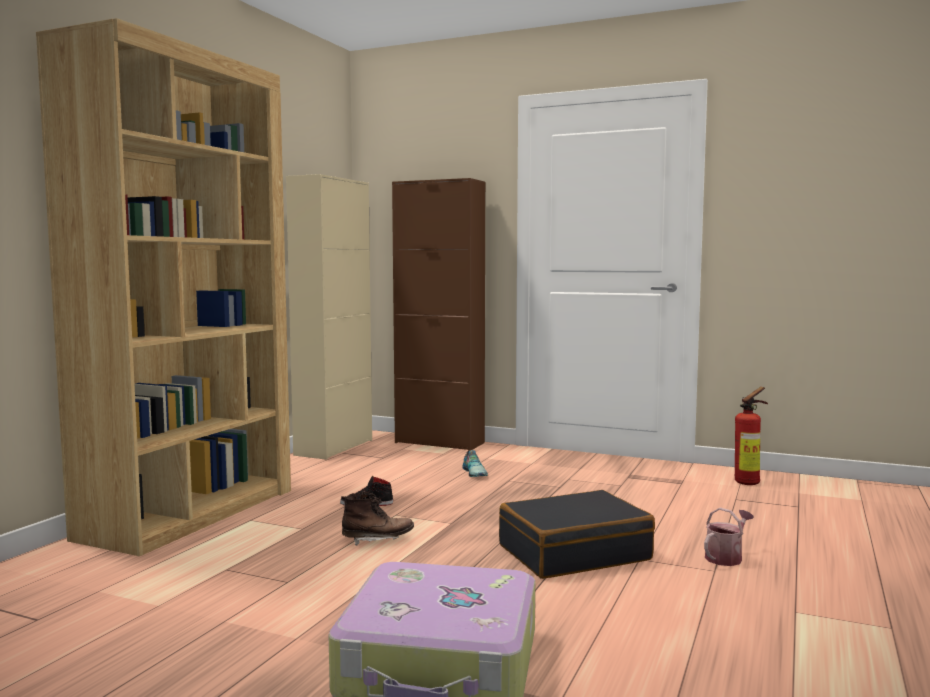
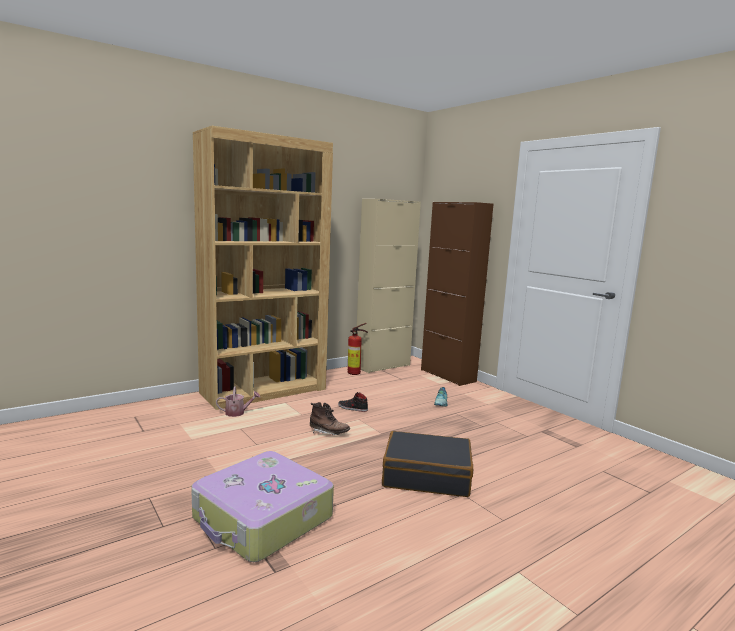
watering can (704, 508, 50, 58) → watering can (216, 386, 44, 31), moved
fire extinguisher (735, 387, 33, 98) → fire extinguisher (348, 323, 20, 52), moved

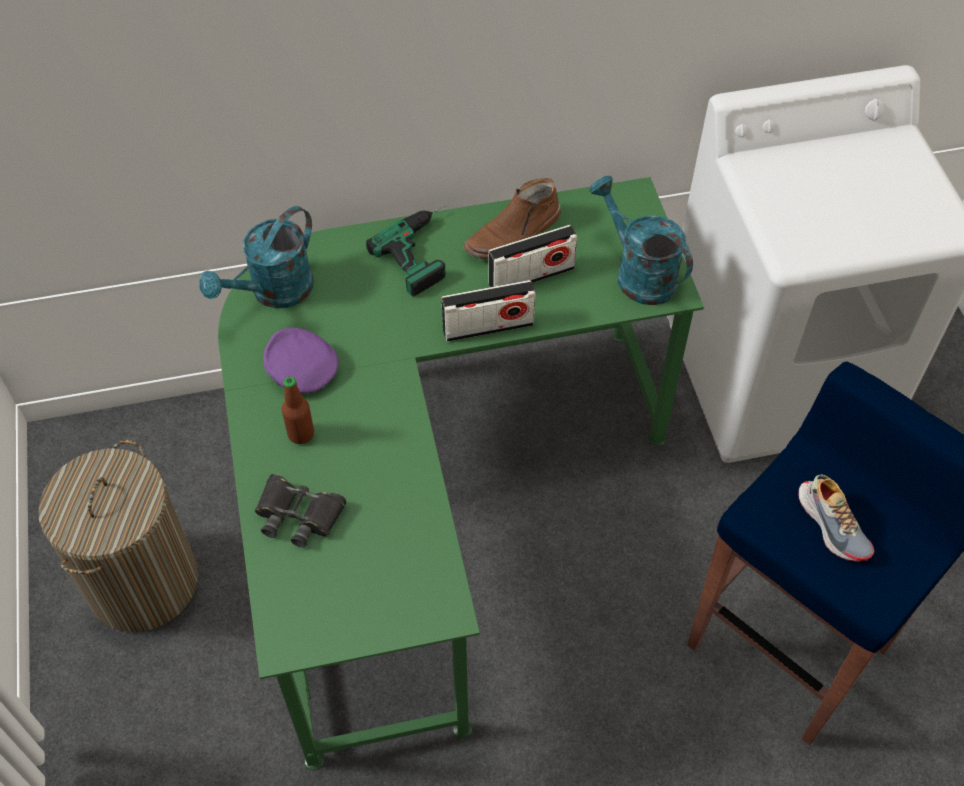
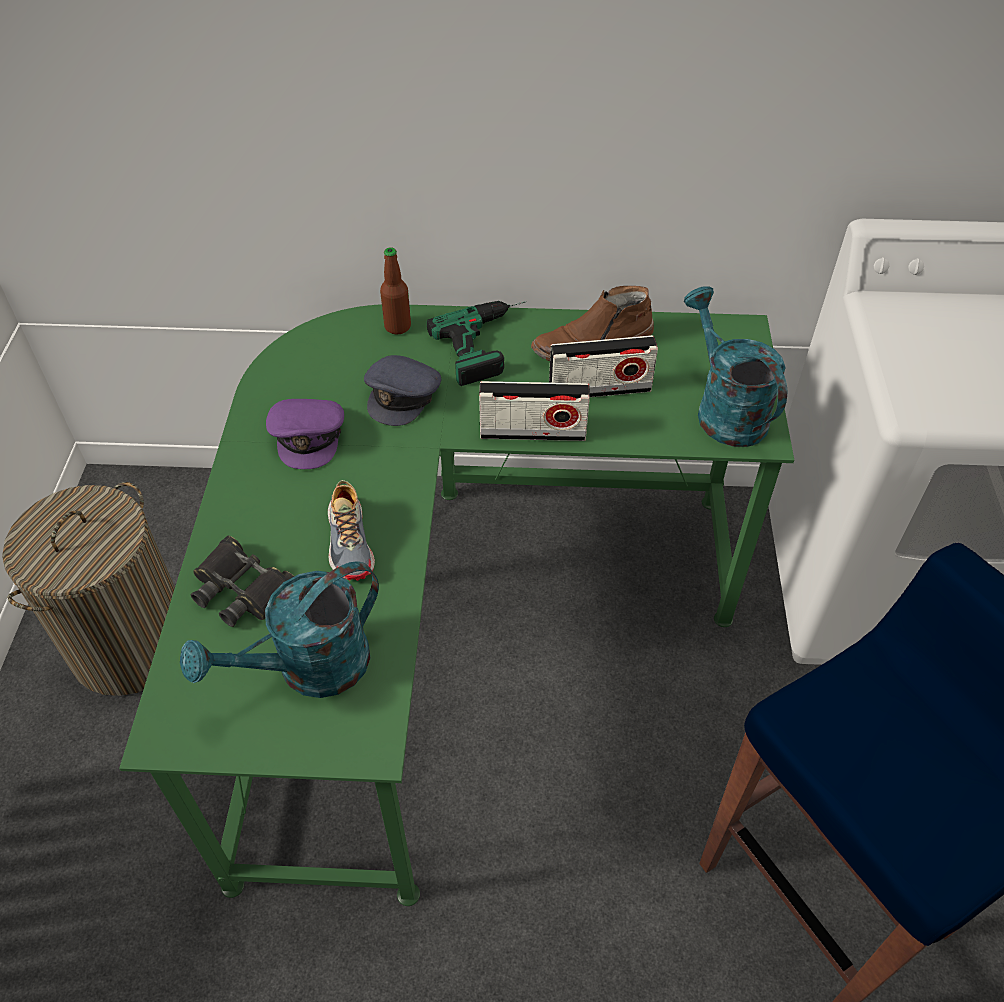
watering can/turquoise (199, 206, 115, 102) → watering can/turquoise (180, 562, 199, 136), moved
cap/purple (263, 328, 75, 65) → cap/purple (266, 399, 78, 70), 150 degrees counterclockwise
shoe (798, 475, 77, 87) → shoe (328, 480, 47, 101), moved
- → cap/grey (364, 355, 78, 71)
bottle (282, 377, 32, 67) → bottle (380, 247, 31, 88), moved

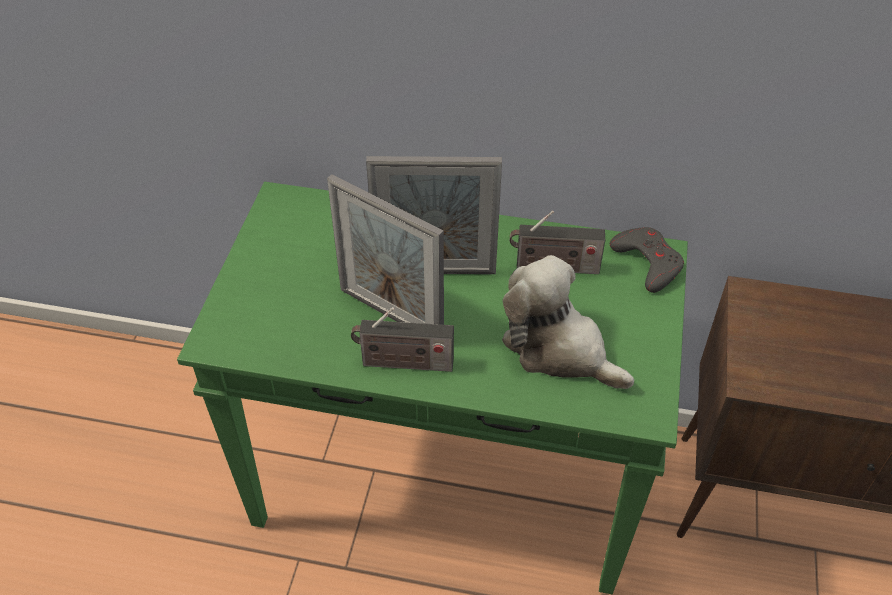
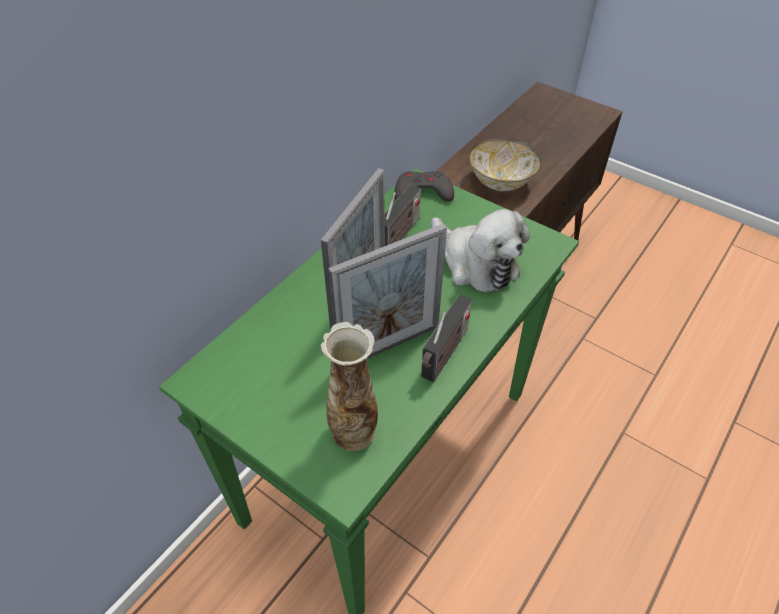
- → vase (320, 322, 58, 129)
plush toy (502, 255, 132, 134) → plush toy (431, 209, 99, 83), 105 degrees counterclockwise
- → bowl (470, 139, 71, 52)

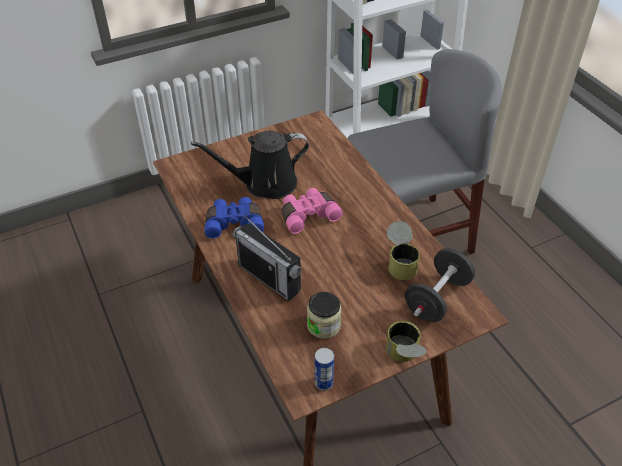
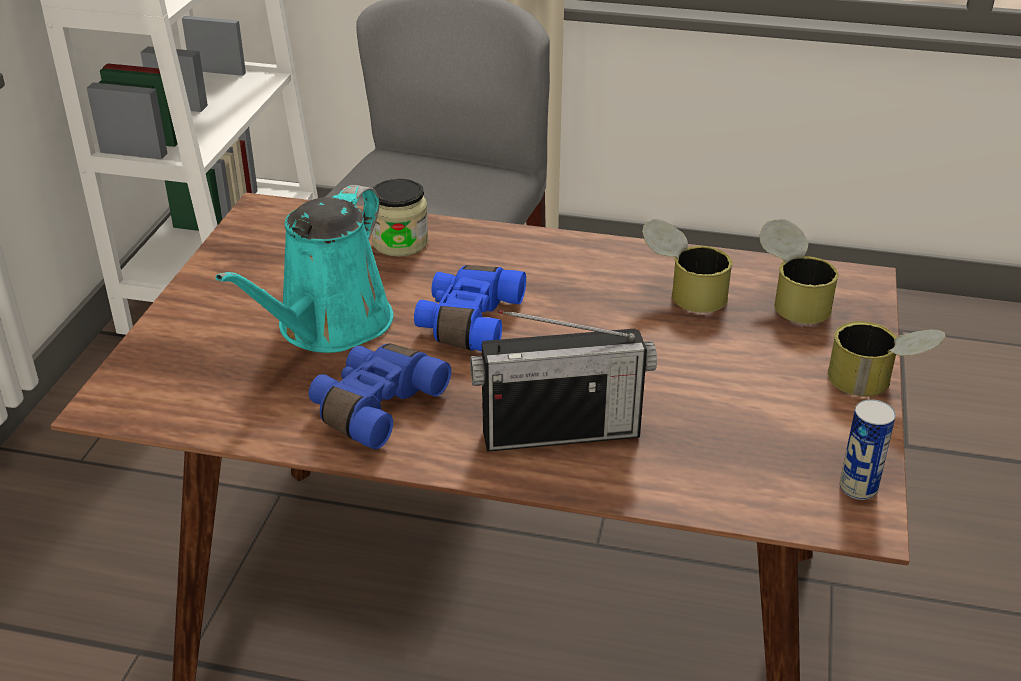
watering can/black (191, 131, 118, 68) → watering can/turquoise (215, 185, 178, 168)
jar (307, 292, 35, 47) → jar (372, 179, 57, 78), moved
binoculars/pink (281, 188, 62, 46) → binoculars/blue (414, 265, 112, 87)
dumbbell/black (405, 248, 70, 74) → can (760, 219, 79, 105)

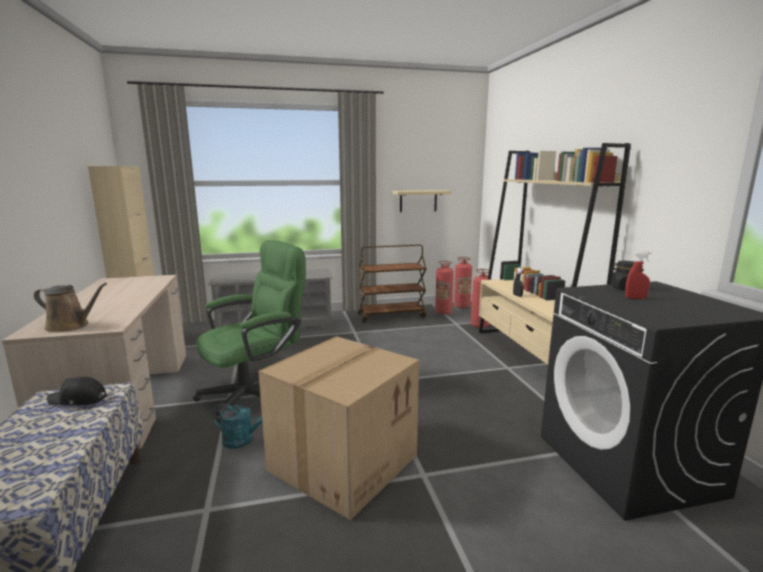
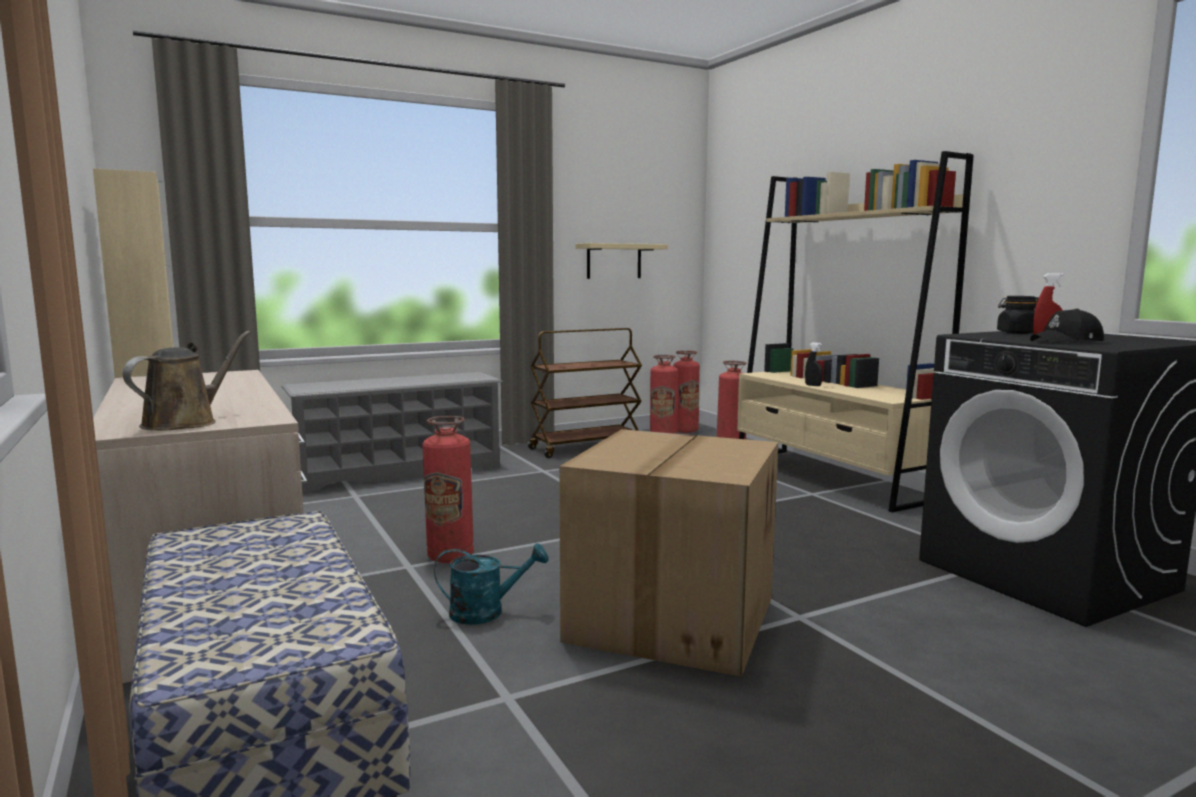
watering can/brown (34, 283, 73, 50) → watering can/brown (123, 331, 128, 99), 60 degrees counterclockwise
office chair/green (193, 240, 113, 183) → fire extinguisher (422, 416, 52, 147)
cap/black (47, 377, 60, 29) → cap/black (1030, 309, 74, 35), moved

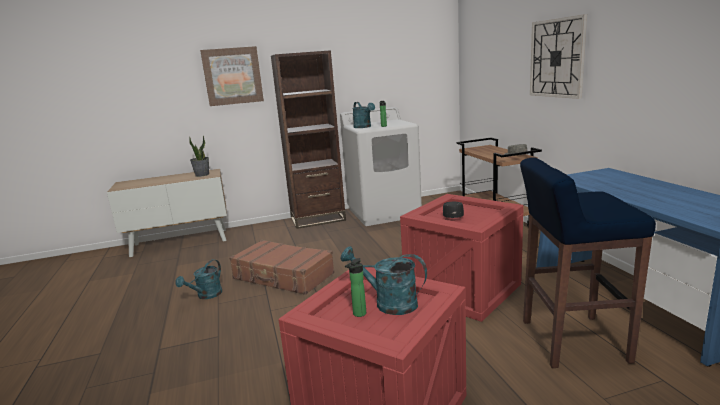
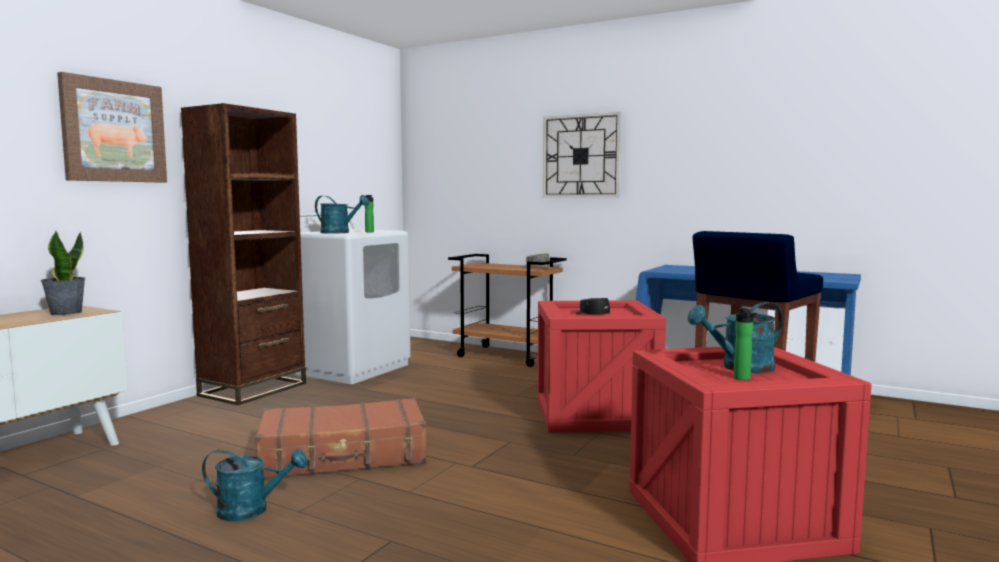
watering can/turquoise (176, 259, 46, 40) → watering can/turquoise (202, 449, 106, 72), 75 degrees counterclockwise

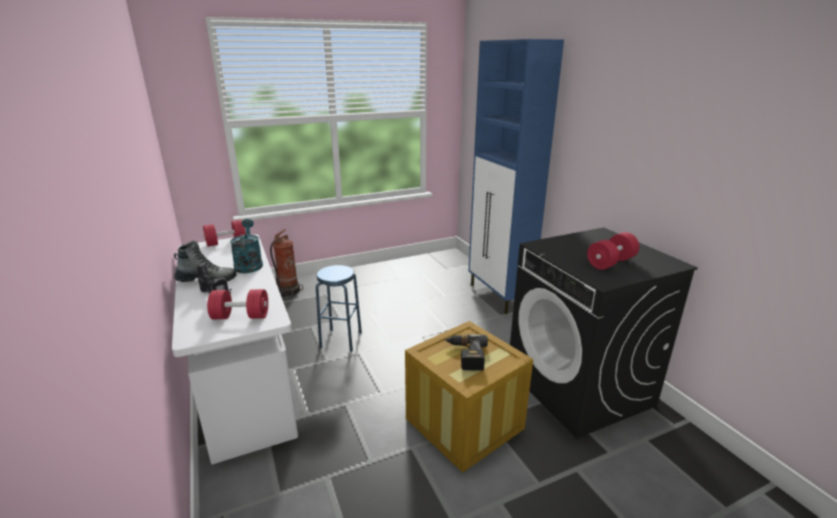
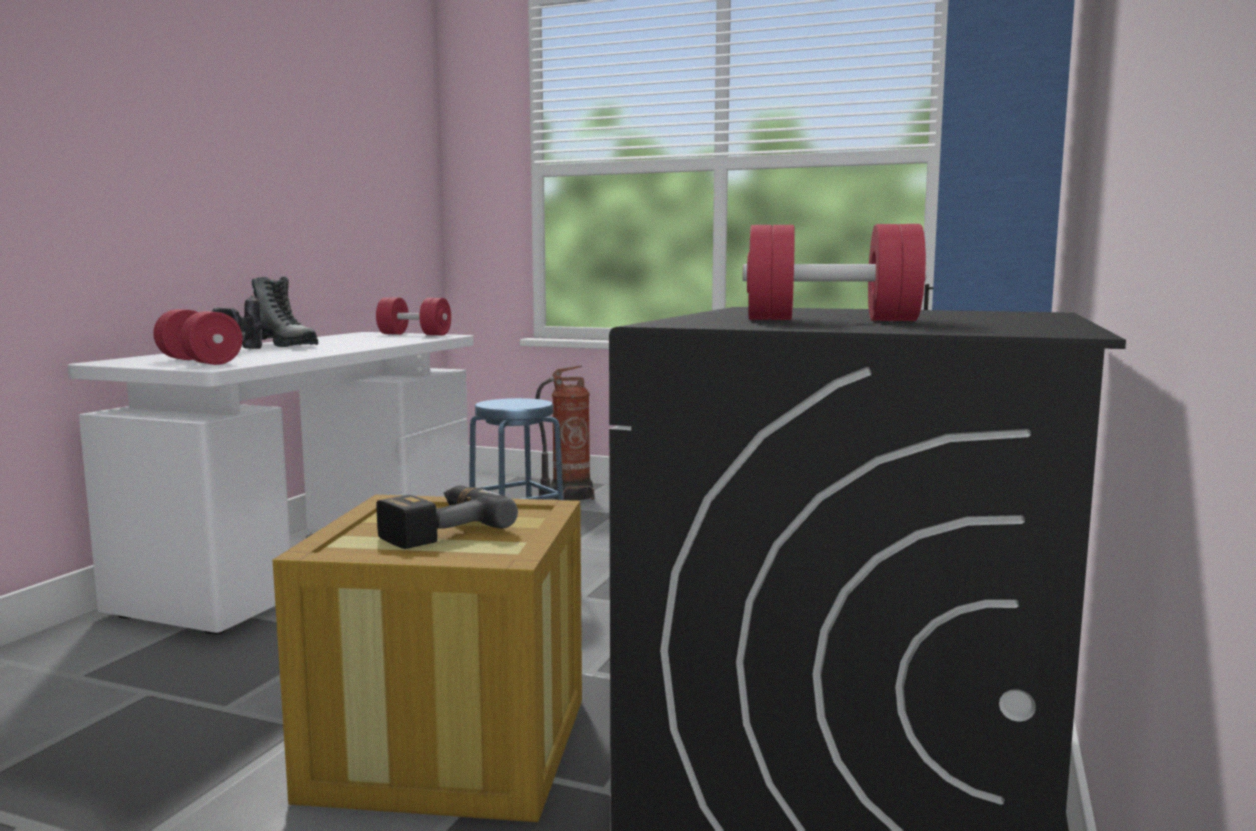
watering can/turquoise (230, 219, 33, 54) → -

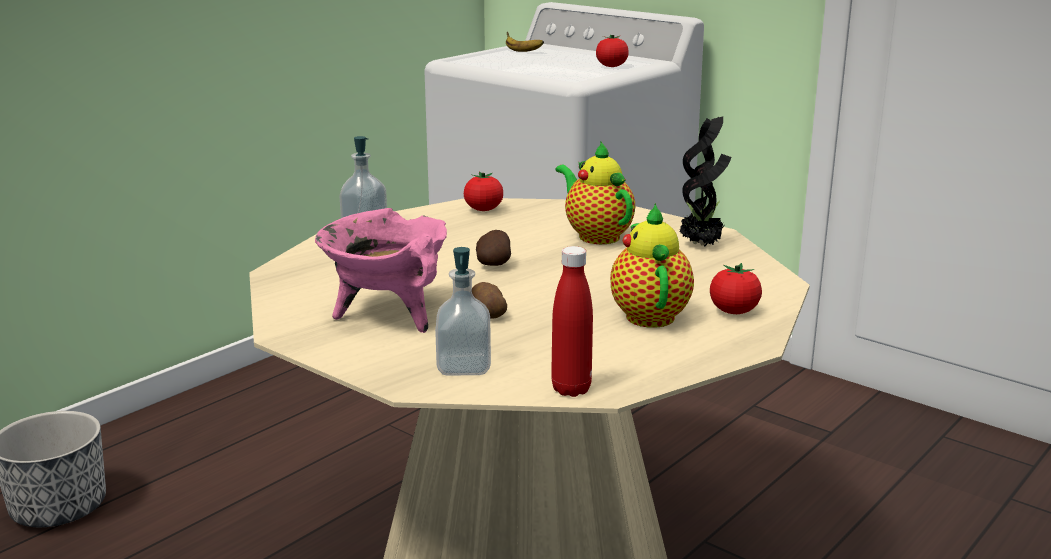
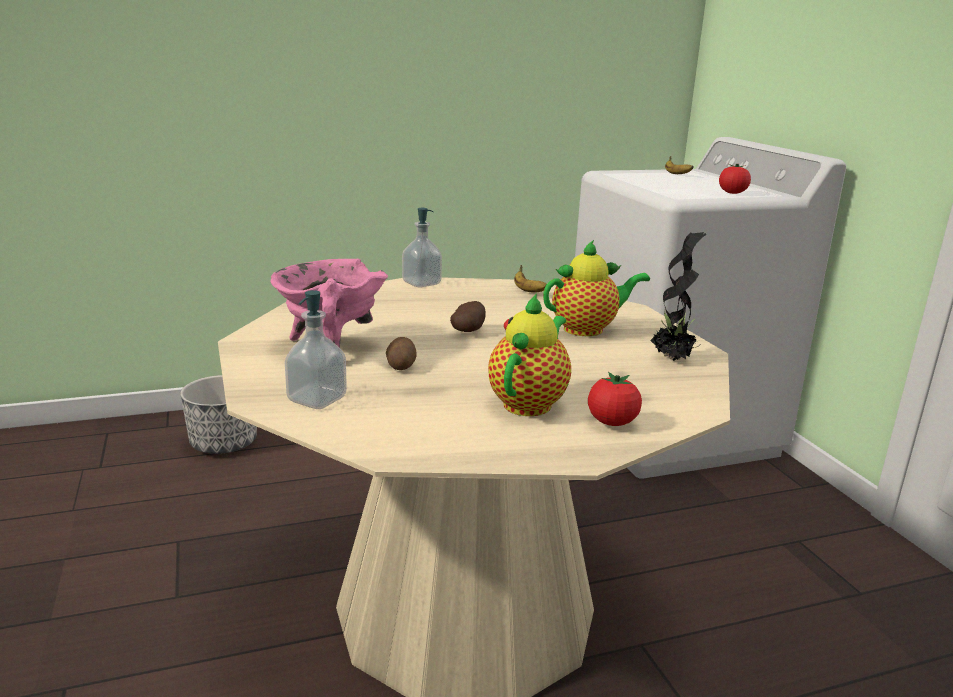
tomato (464, 171, 39, 40) → banana (514, 265, 33, 27)
teapot (556, 142, 79, 102) → teapot (543, 240, 107, 96), 75 degrees clockwise
bottle/red (551, 246, 42, 151) → -

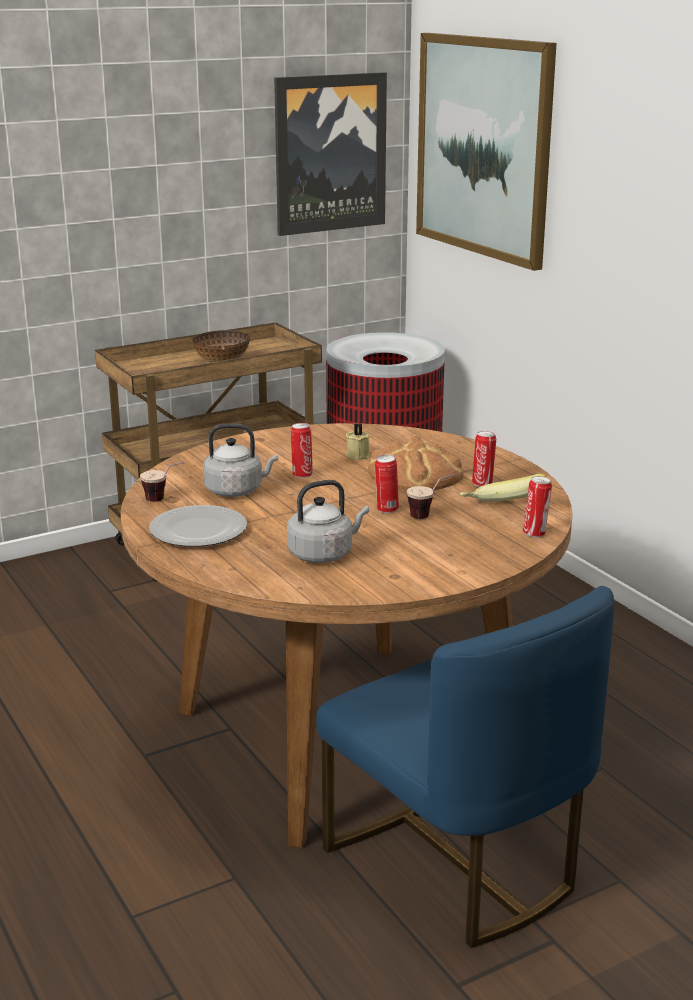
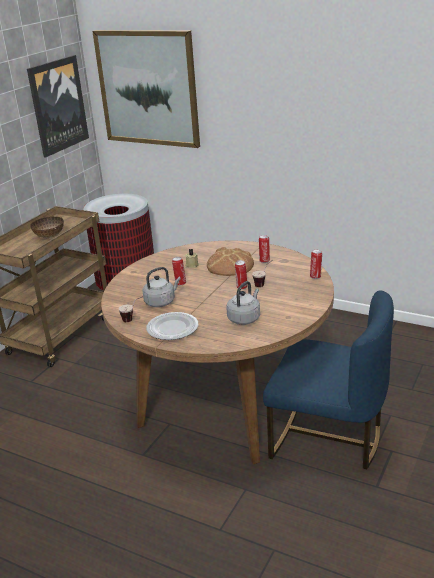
banana (460, 474, 87, 27) → -

